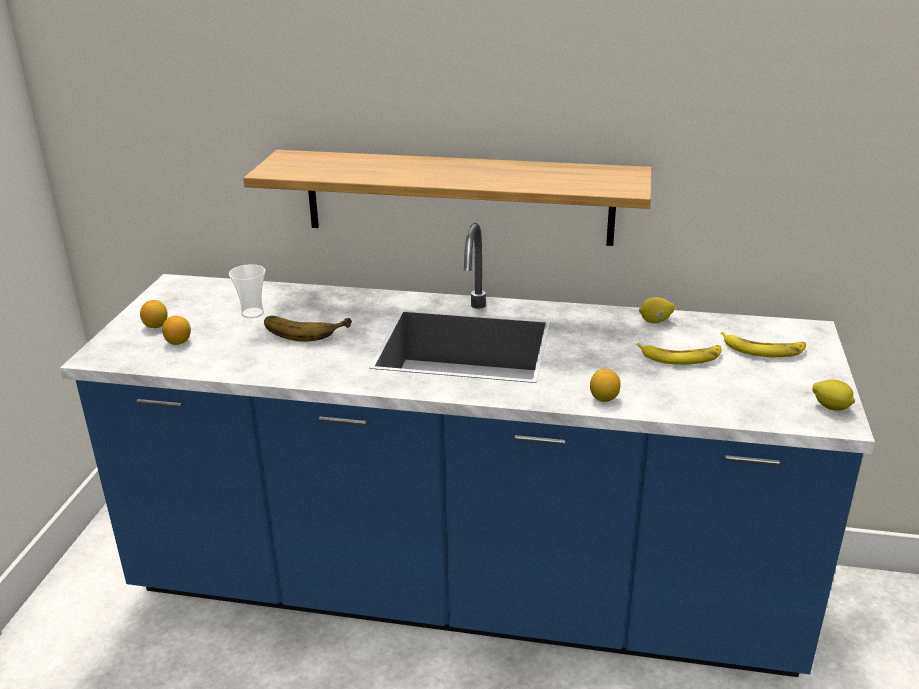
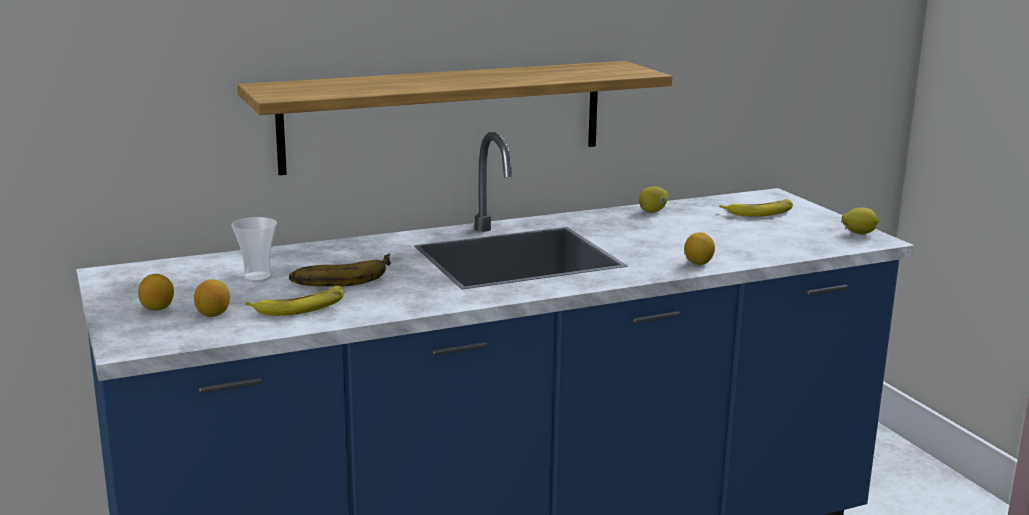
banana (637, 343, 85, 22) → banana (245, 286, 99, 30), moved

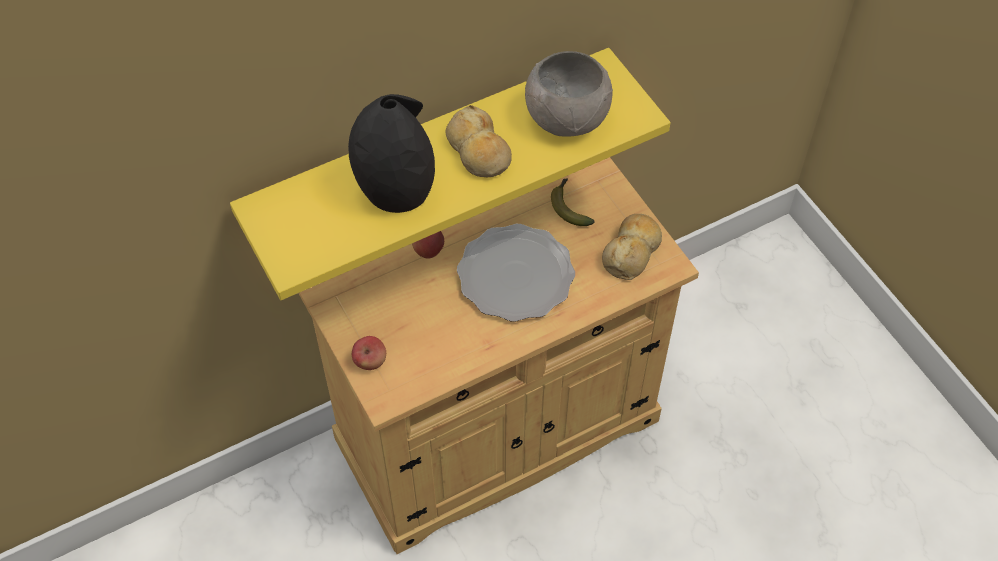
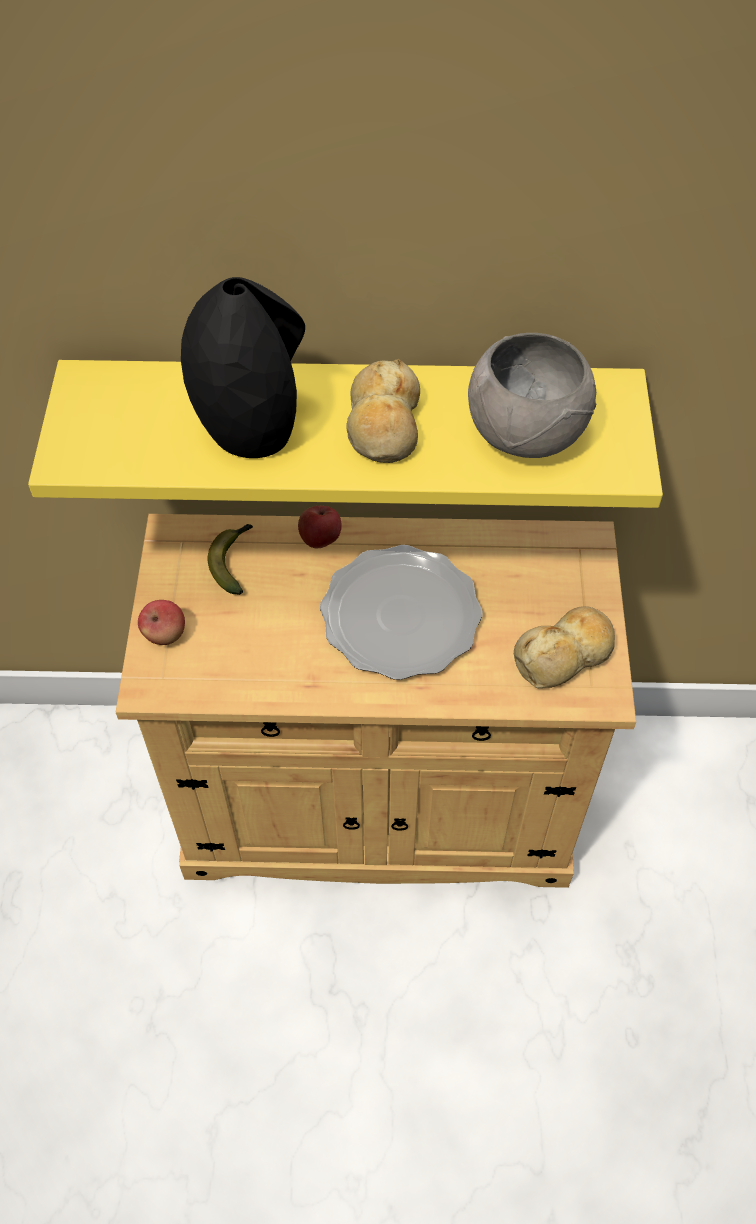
banana (551, 178, 44, 48) → banana (207, 524, 46, 71), moved

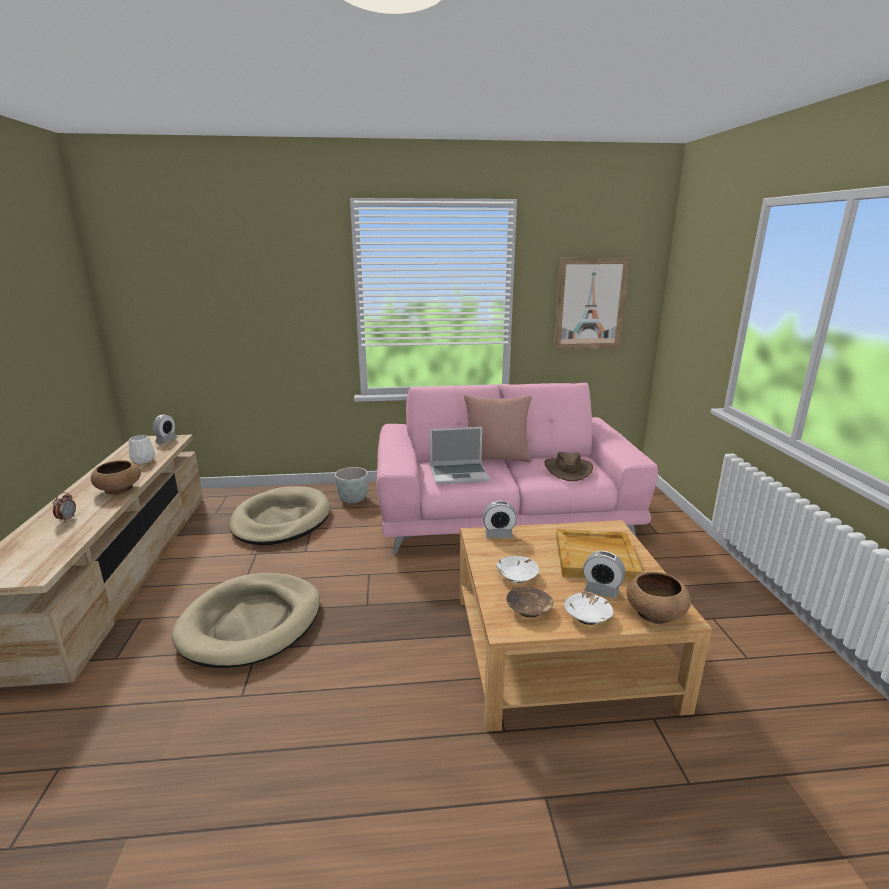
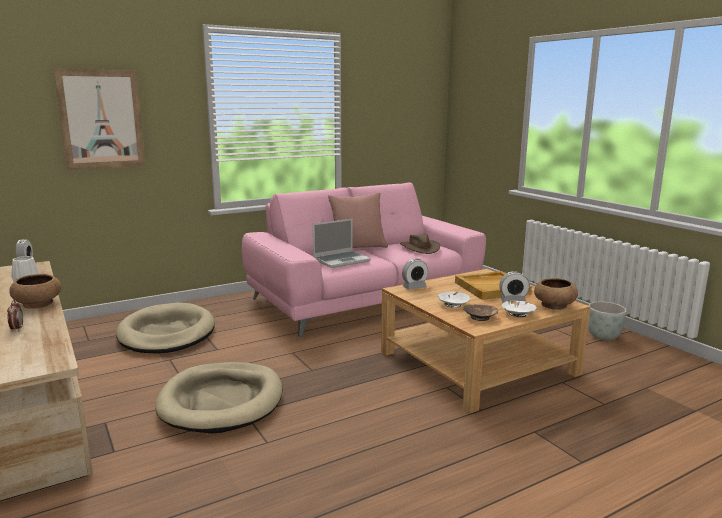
picture (554, 258, 76, 92) → picture (54, 69, 92, 101), moved
planter/grey (335, 467, 33, 36) → planter/grey (588, 302, 39, 38), moved

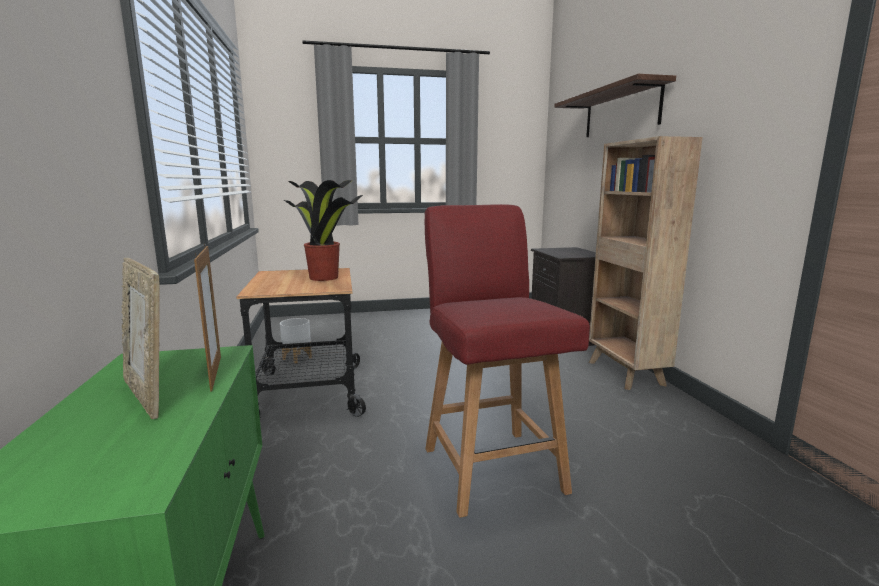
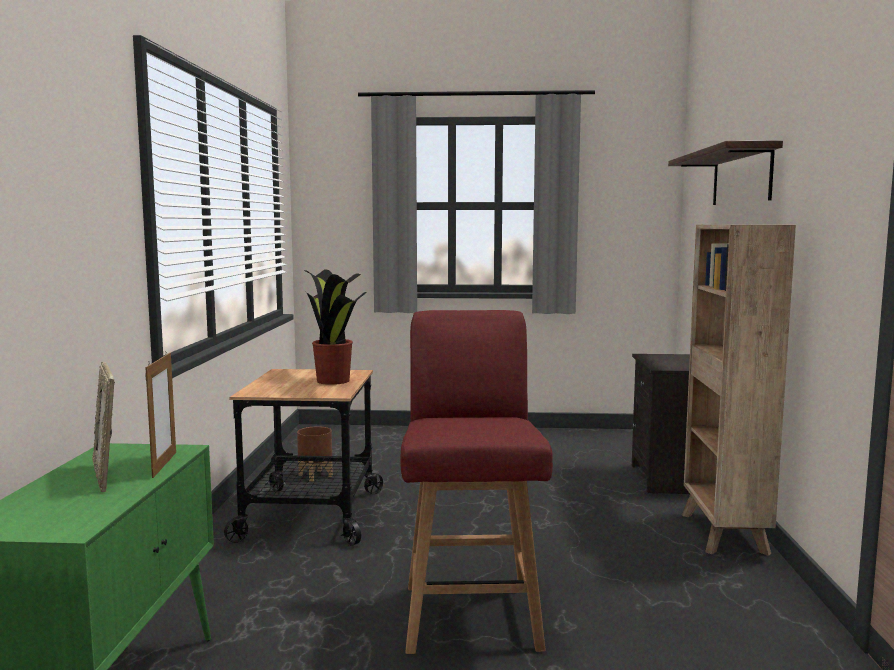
planter/white (280, 318, 32, 45) → planter/brown (297, 426, 36, 55)

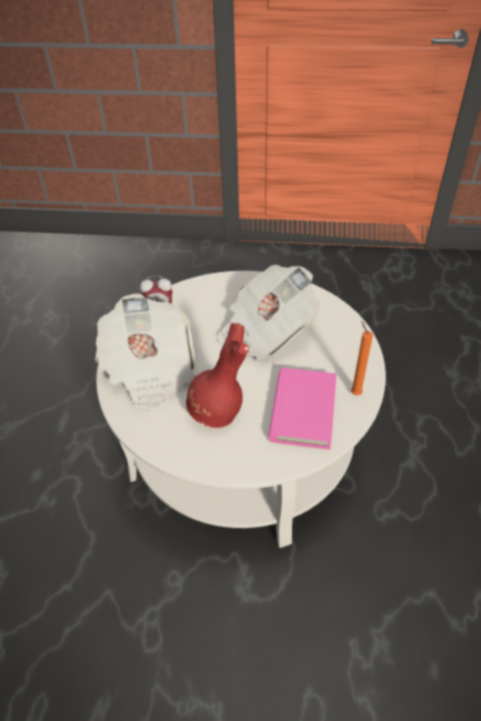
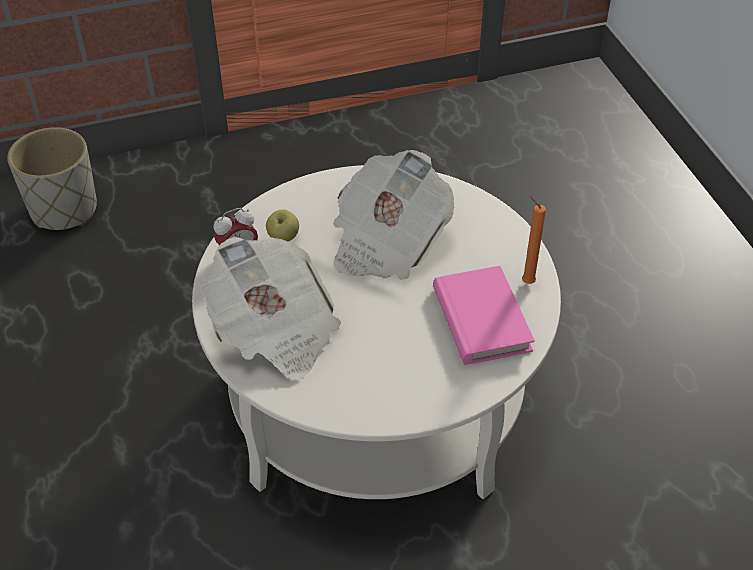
- → planter/grey (7, 127, 90, 103)
- → apple (266, 209, 33, 33)
vase/red (186, 323, 63, 105) → -

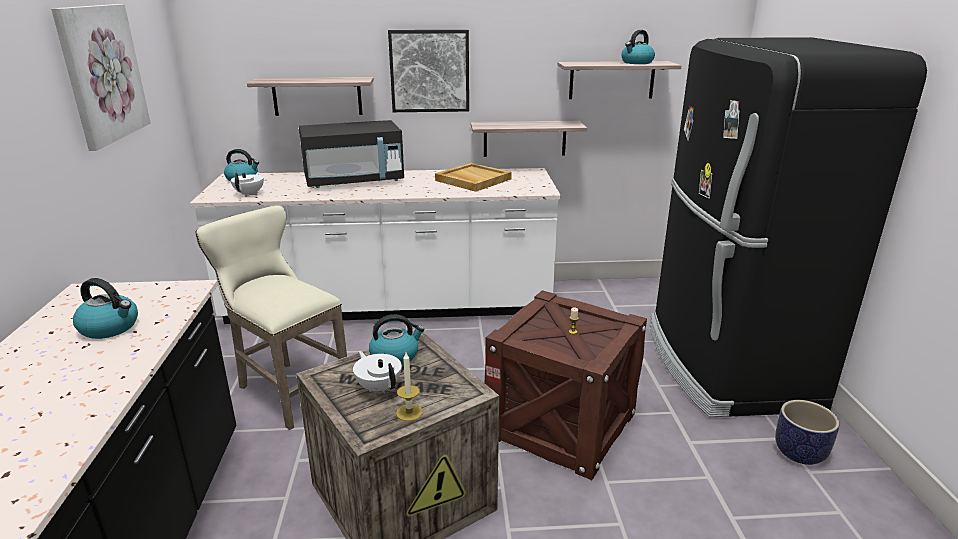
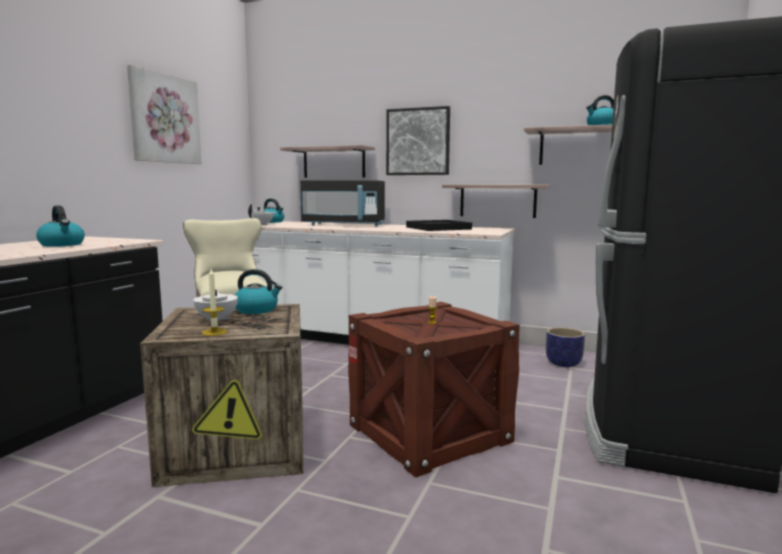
tray/beige (435, 163, 77, 29) → tray/black (406, 220, 66, 11)
planter (775, 400, 65, 65) → planter (546, 327, 39, 40), moved

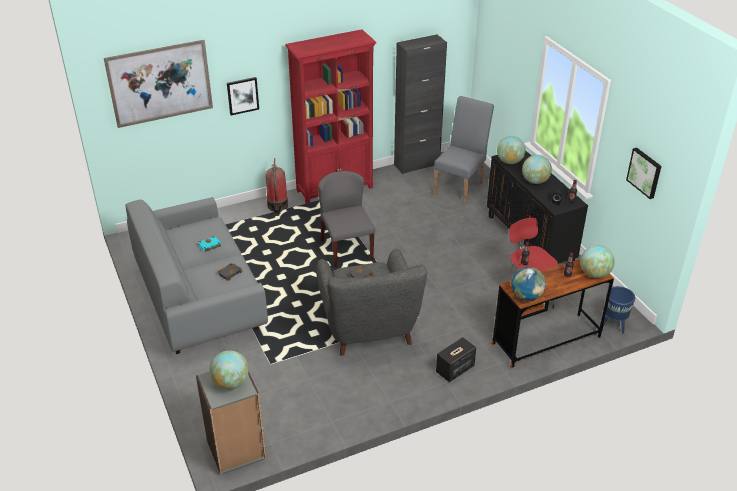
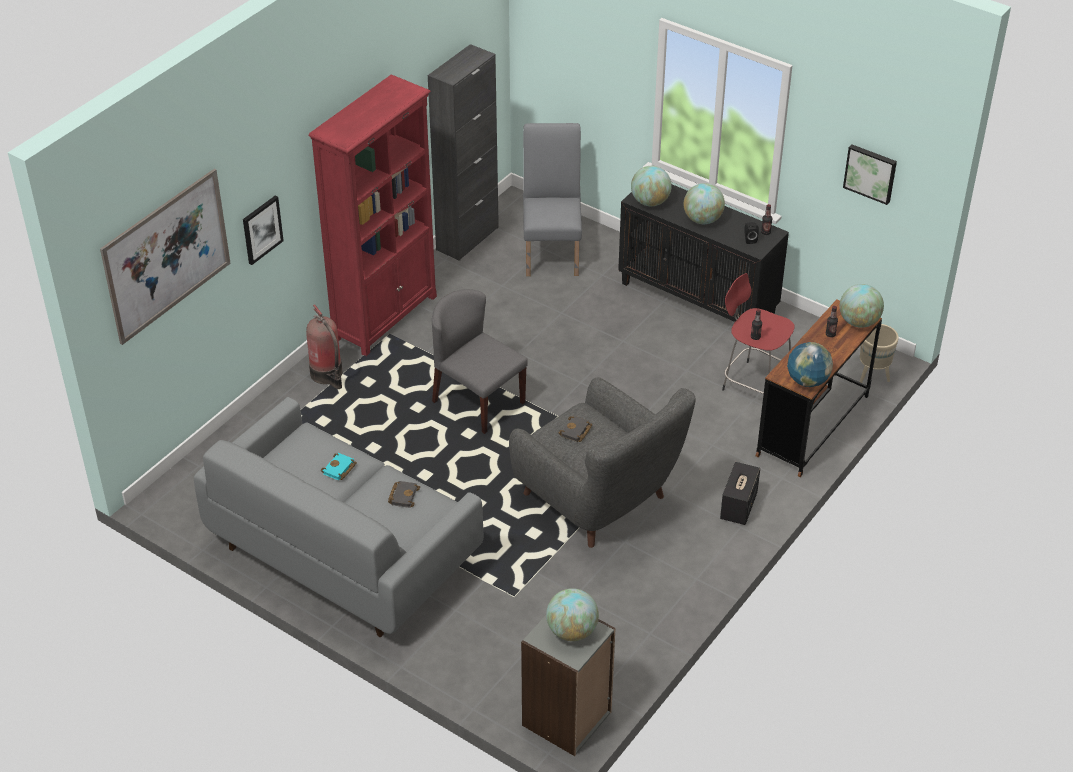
planter/blue (603, 286, 32, 48) → planter/beige (860, 324, 39, 59)

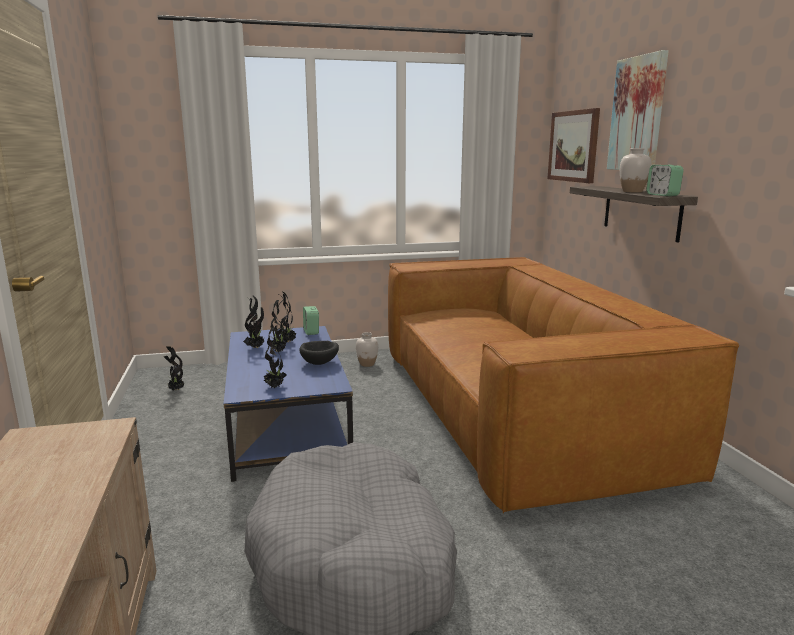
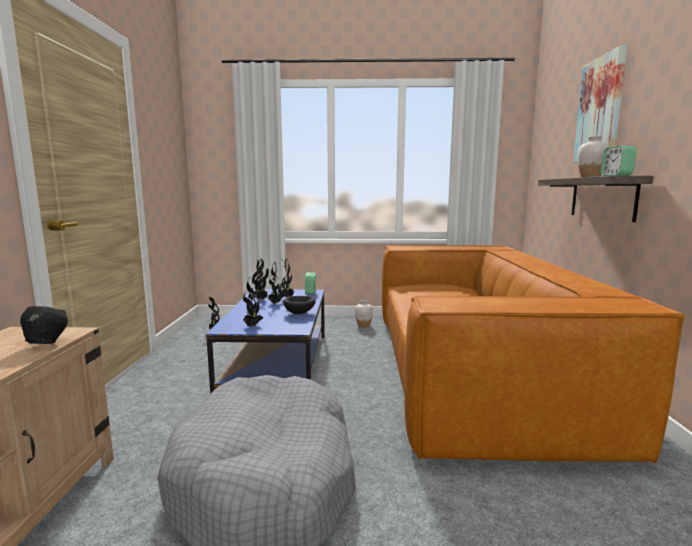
- → bowl/black (20, 306, 48, 38)
picture (547, 108, 53, 75) → -

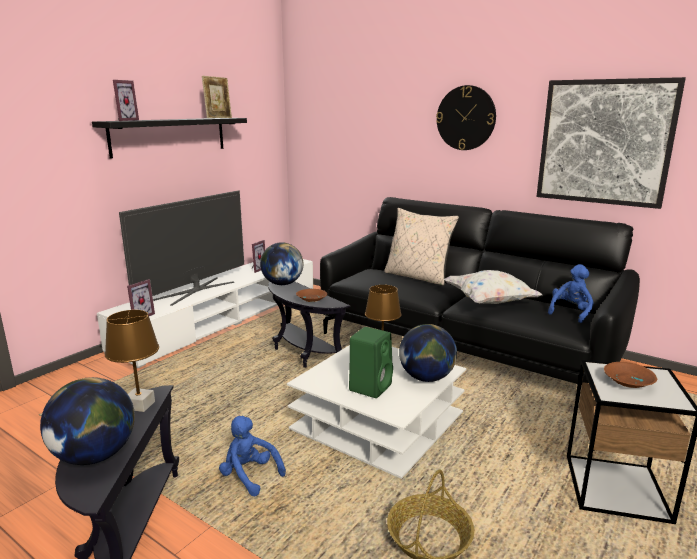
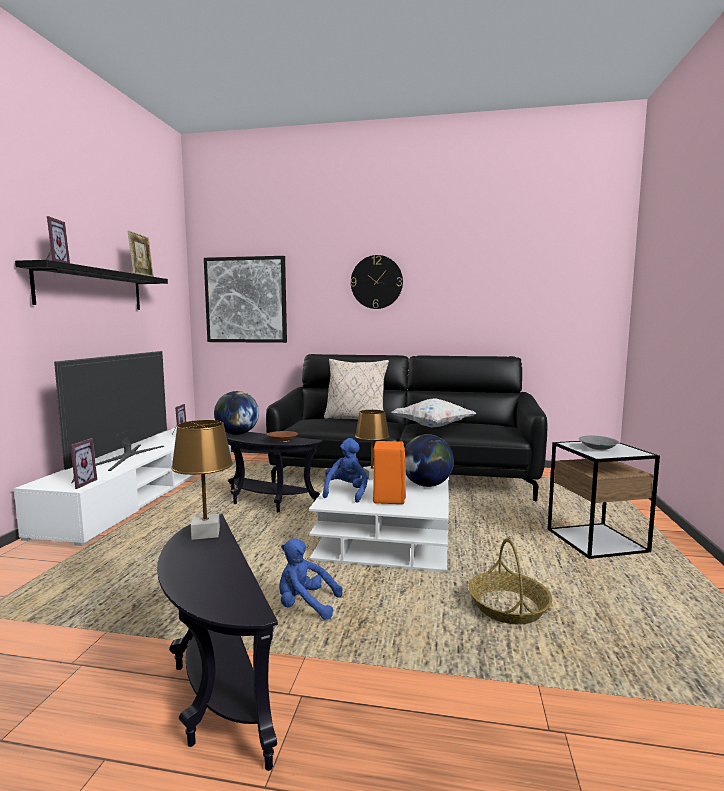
picture (536, 77, 150, 132) → picture (204, 256, 83, 87), moved
plush toy/blue (548, 264, 46, 59) → plush toy/blue (323, 438, 45, 65), moved
speaker/green (349, 327, 44, 71) → speaker/orange (373, 441, 33, 63)
bowl/brown (604, 362, 53, 26) → bowl/grey (579, 435, 41, 15)
globe (40, 377, 95, 88) → -

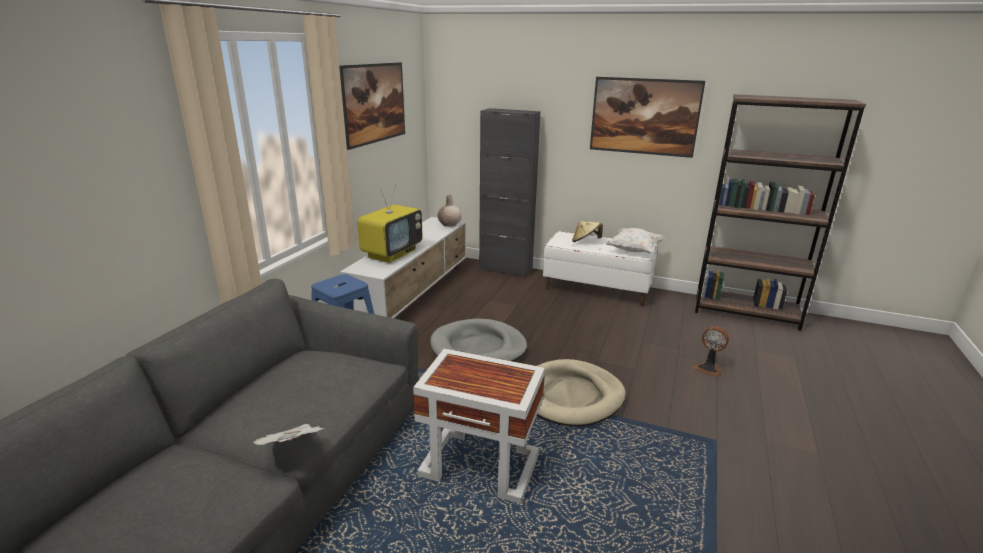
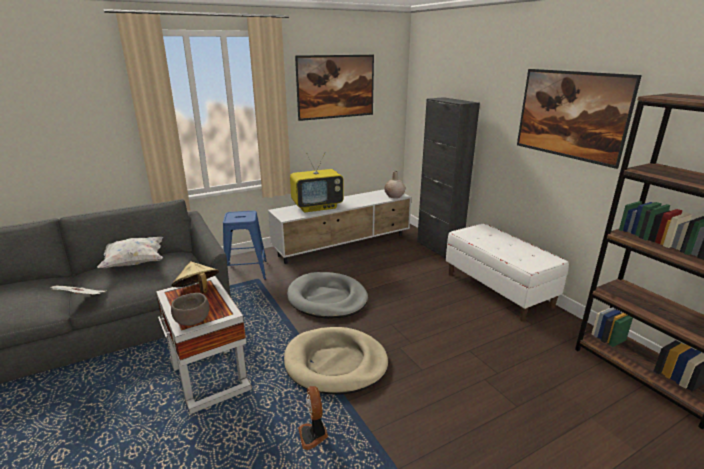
pillow/white (605, 228, 61, 25) → pillow/white (97, 237, 66, 31), moved
hat/beige (572, 221, 31, 21) → hat/beige (171, 261, 48, 33), moved
- → bowl/brown (171, 293, 38, 33)
fan (693, 326, 36, 51) → fan (298, 386, 30, 64), moved

